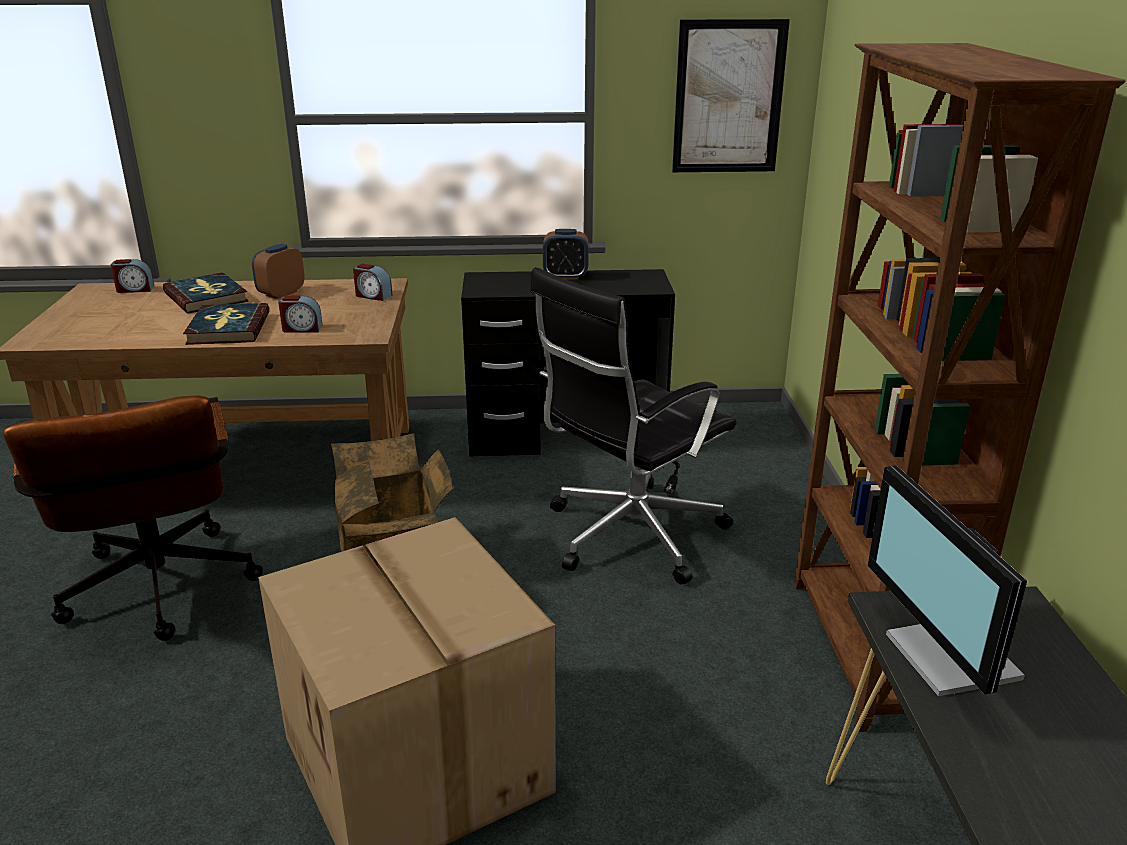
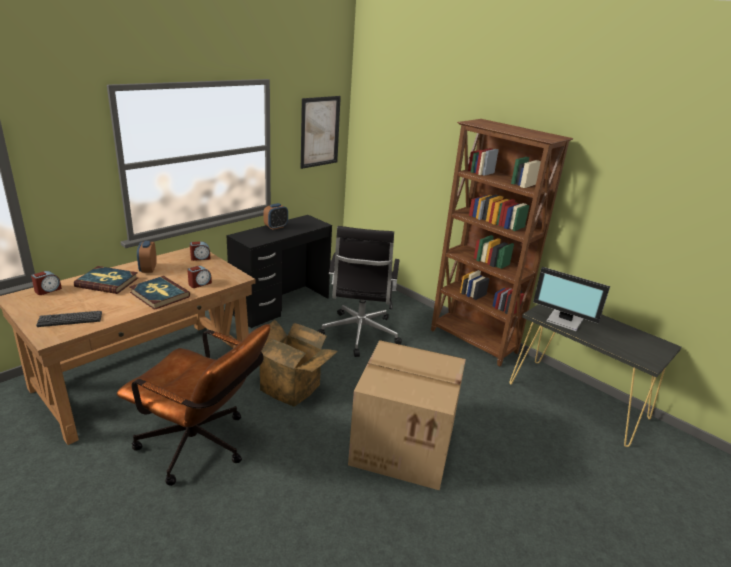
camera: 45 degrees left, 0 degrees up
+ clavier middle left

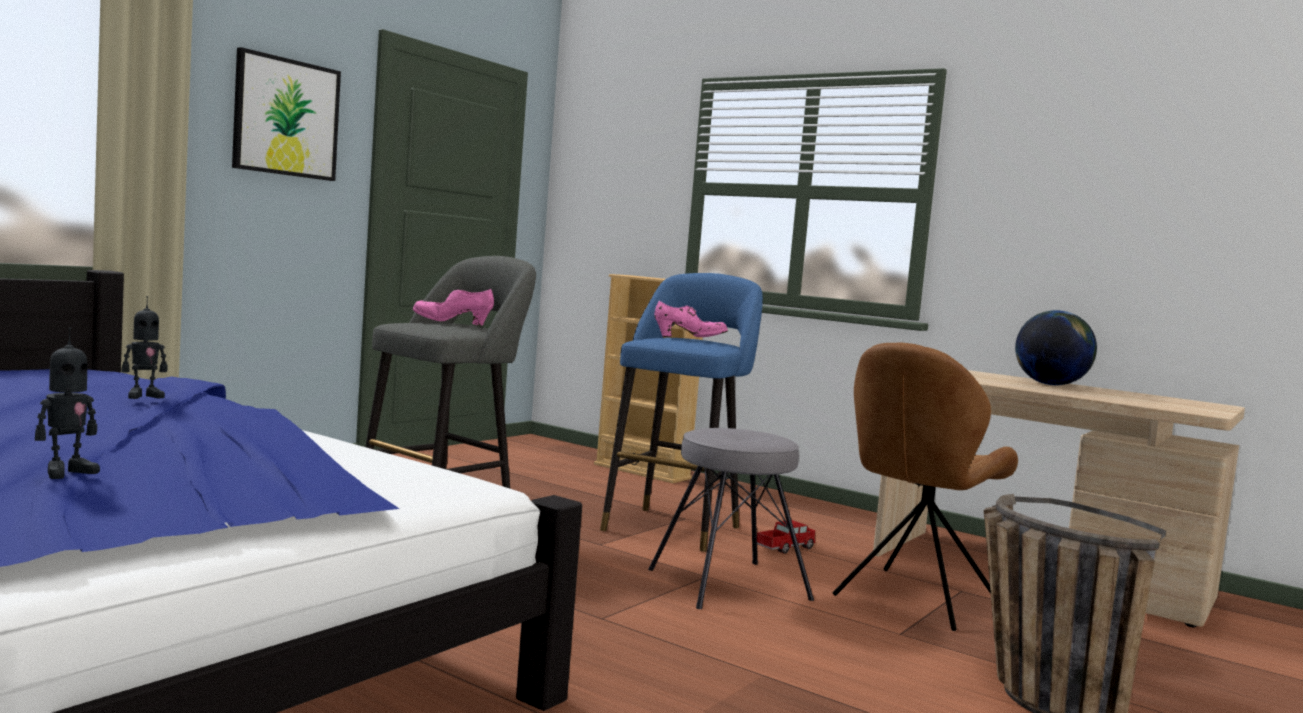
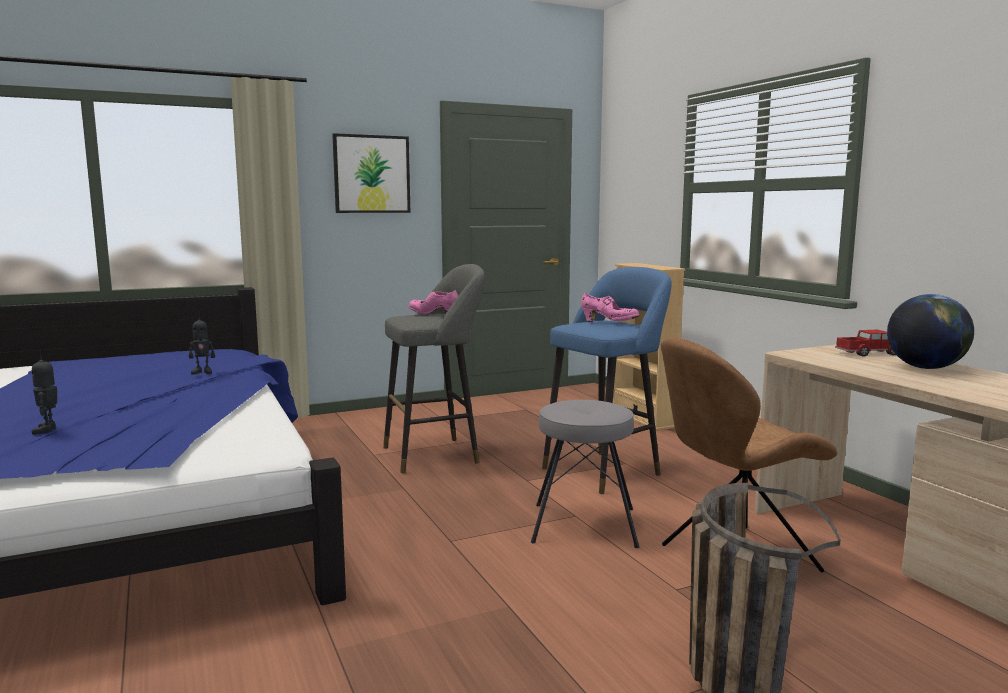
camera: 30 degrees right, 5 degrees up
~ robot jouet (no. 1 from left) middle left = middle left 105 degrees clockwise
~ camion jouet bottom centre to middle right

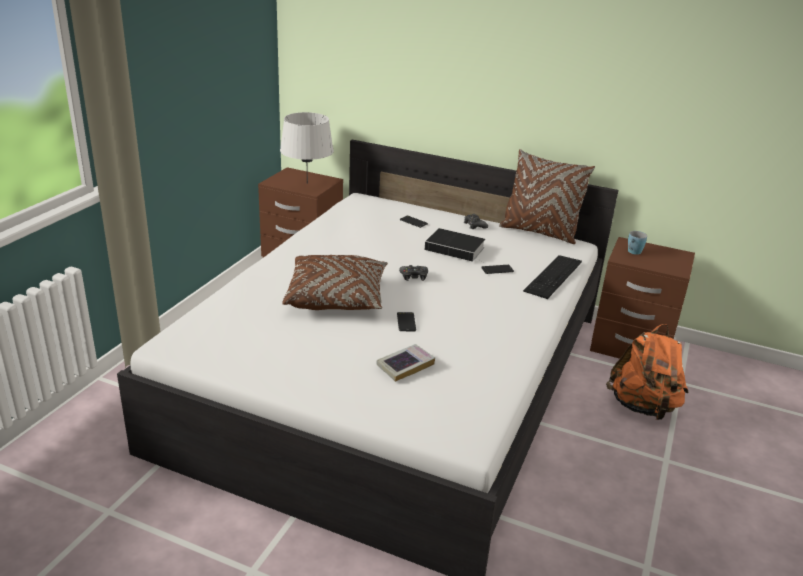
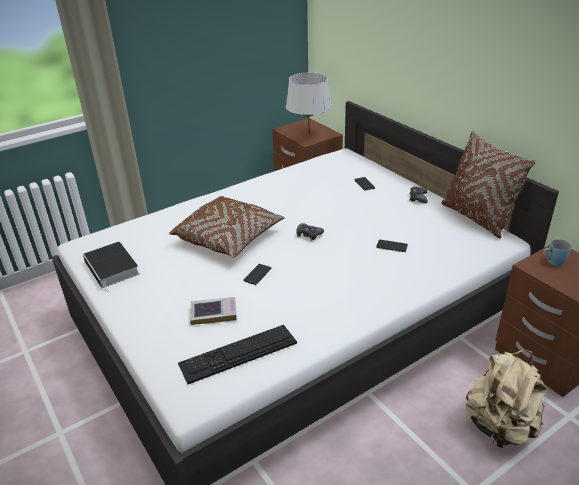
camera: 35 degrees right, 5 degrees up
~ livre (no. 2 from left in the first image) centre to livre (no. 1 from left) middle left
~ clavier middle right to bottom centre
~ sac à dos (orange) middle right to sac à dos (beige) bottom right

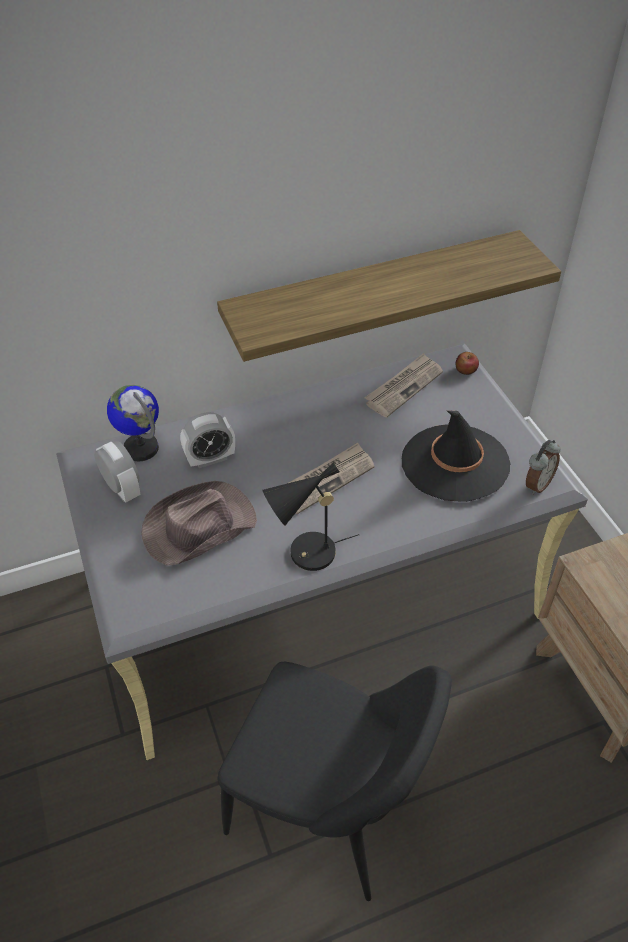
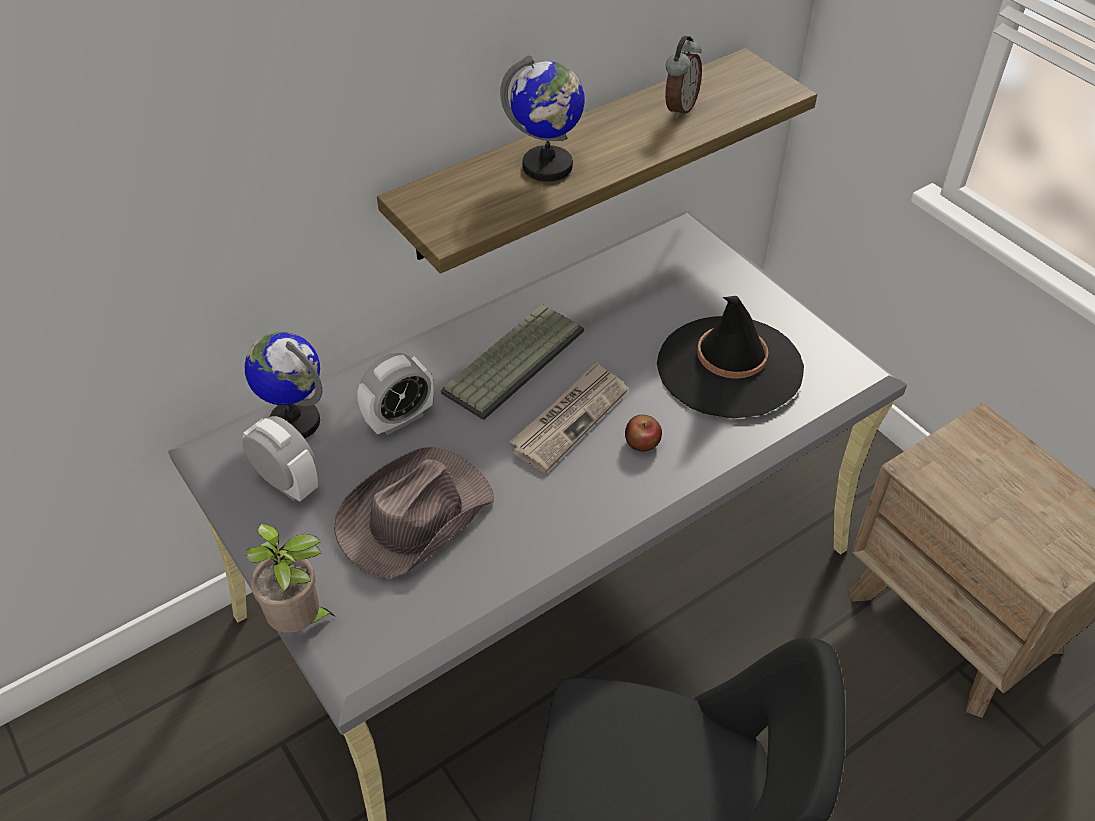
camera: 15 degrees left, 0 degrees up
- lampe de table (noir) centre
- journal (no. 2 from left) centre
~ pomme middle right to centre
~ réveil (no. 3 from left) middle right to top centre
+ plante en pot bottom left
+ clavier centre
+ globe (no. 2 from left) top centre

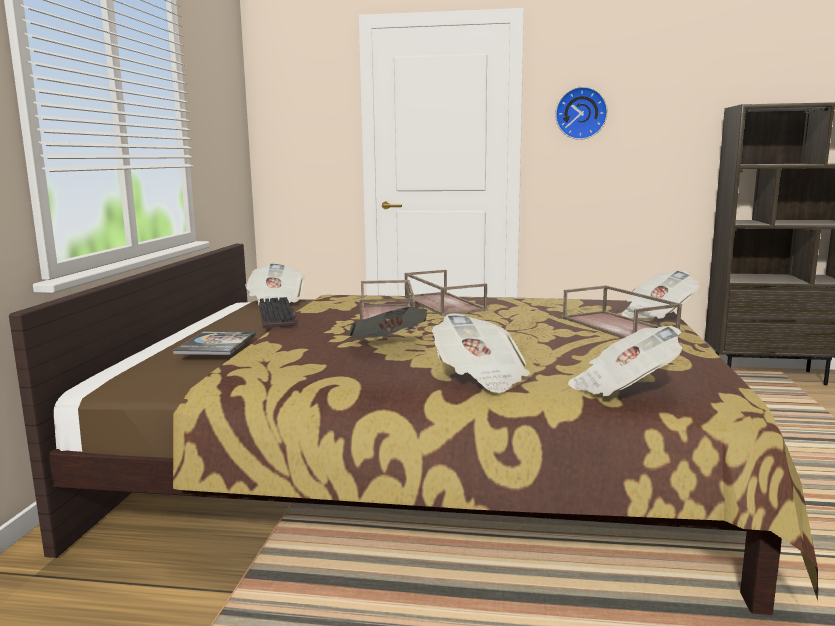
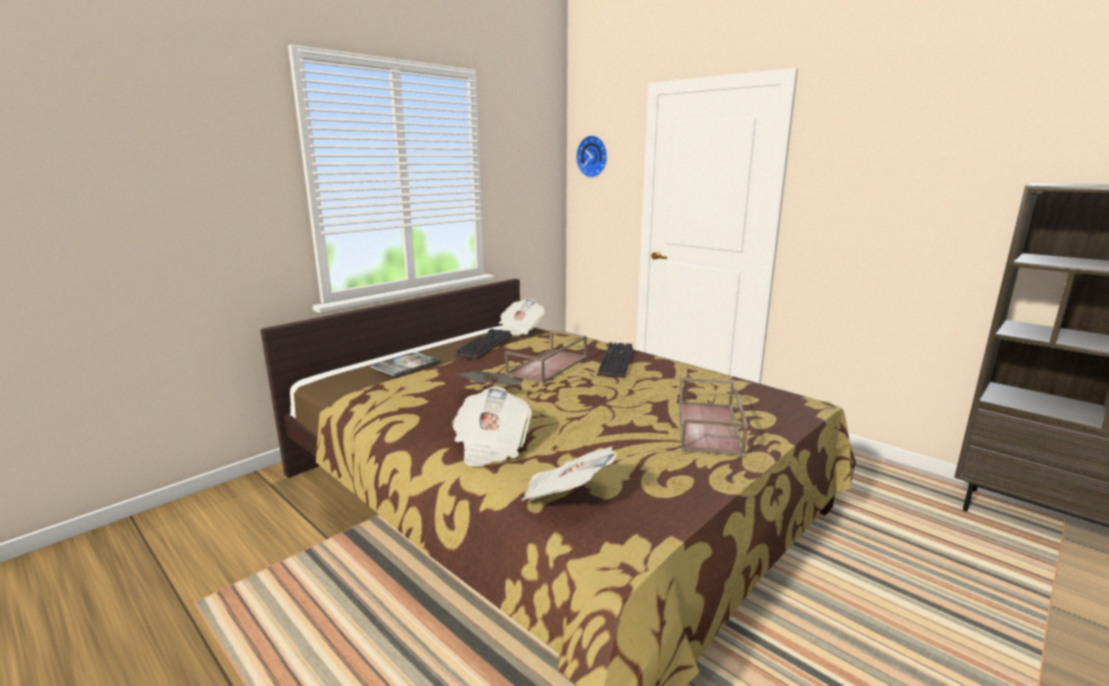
camera: 35 degrees right, 5 degrees up
~ plateau (marron) (no. 2 from left) centre to clavier (no. 2 from left) centre
~ horloge murale top right to top centre
- journal (no. 5 from left) middle right

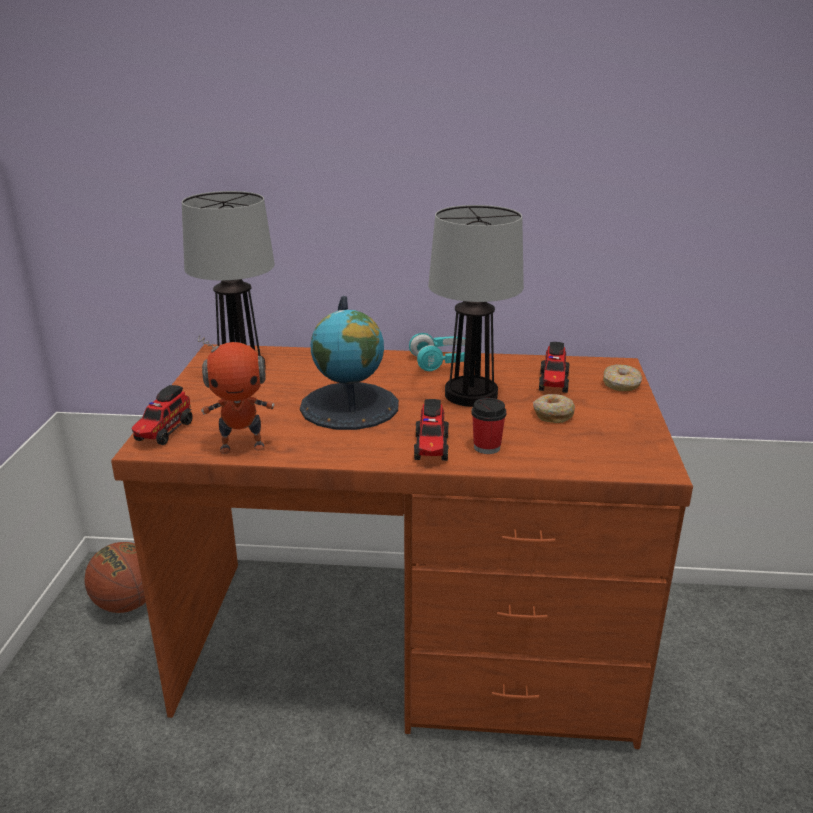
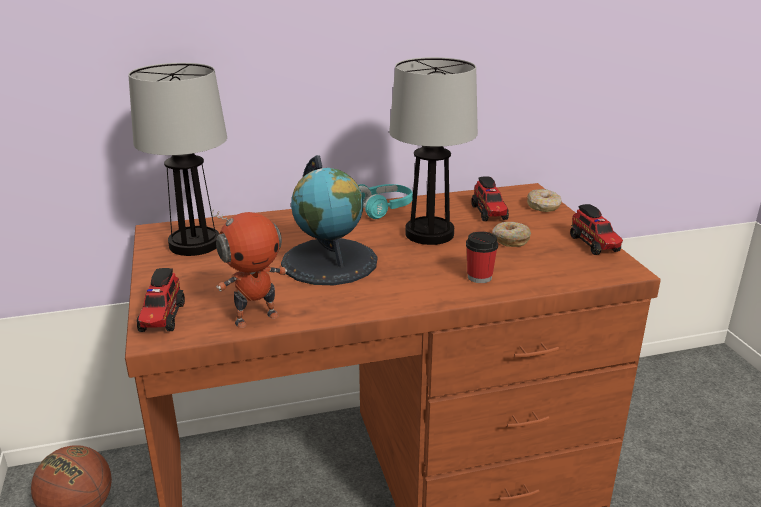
camera: 20 degrees left, 0 degrees up
~ camion jouet (no. 2 from left in the first image) centre to camion jouet (no. 3 from left) middle right

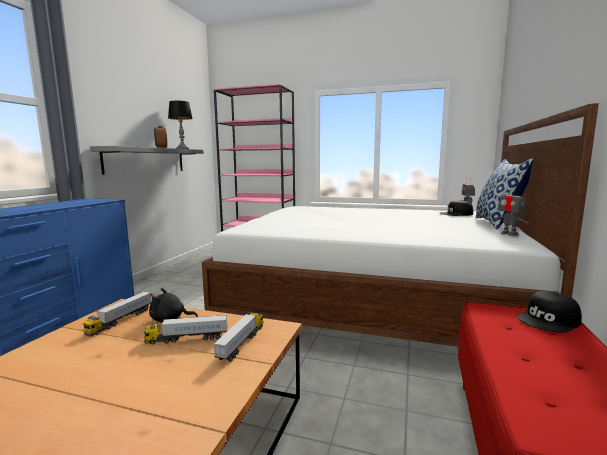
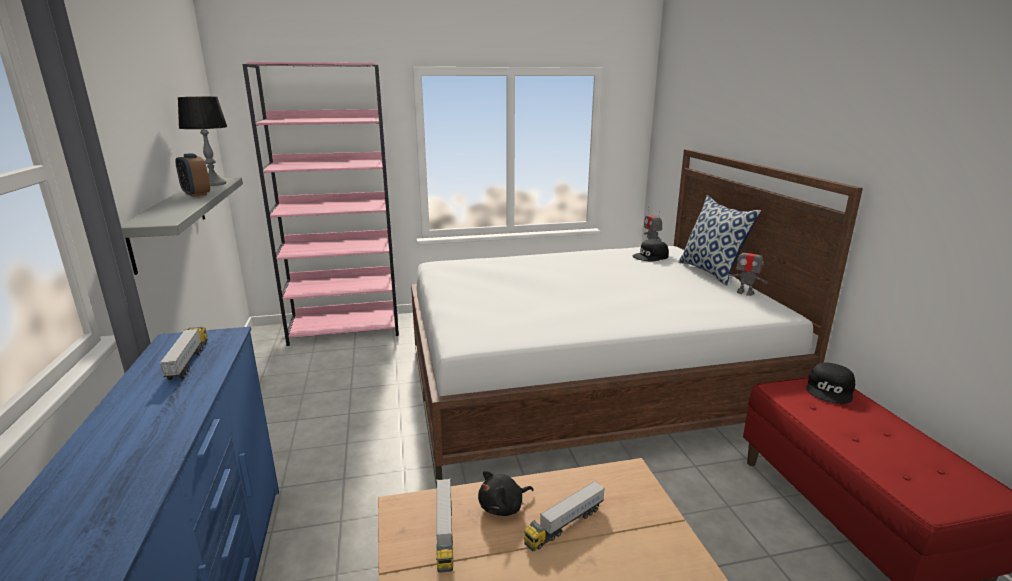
camera: 30 degrees left, 10 degrees up
~ camion jouet (no. 3 from left in the first image) bottom centre to camion jouet (no. 1 from left) middle left

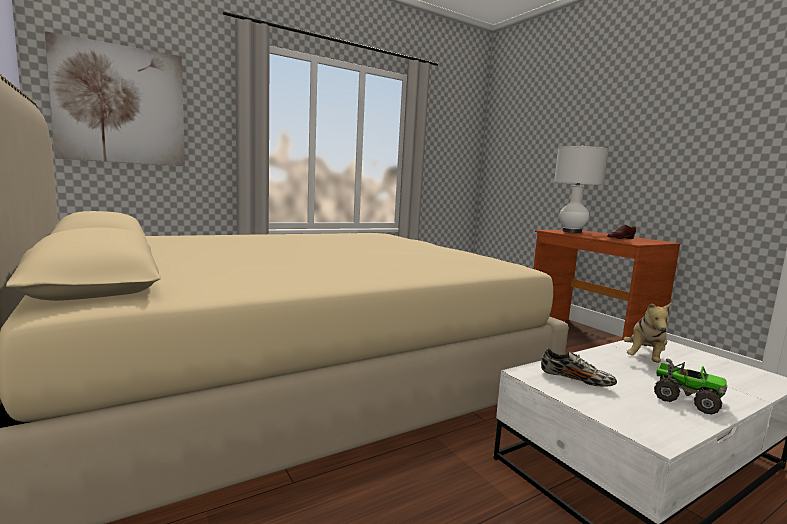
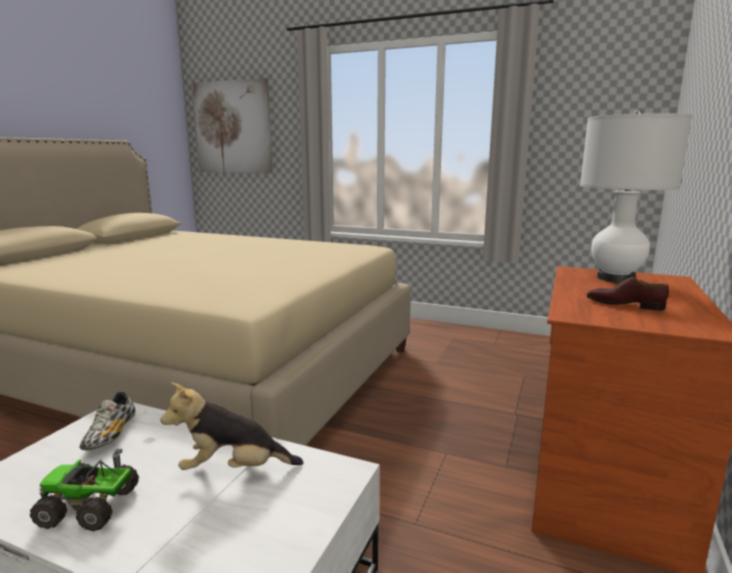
camera: 55 degrees right, 5 degrees up
~ camion jouet bottom right = bottom left 90 degrees clockwise

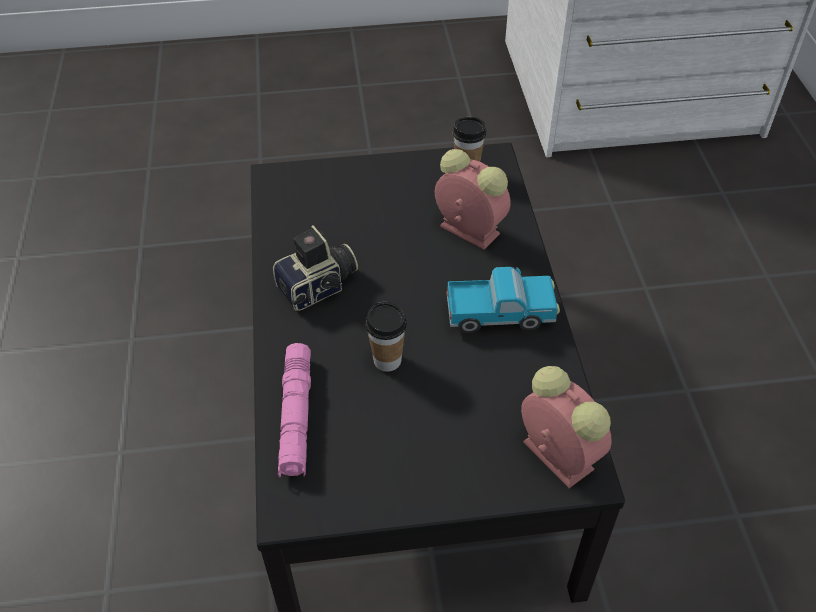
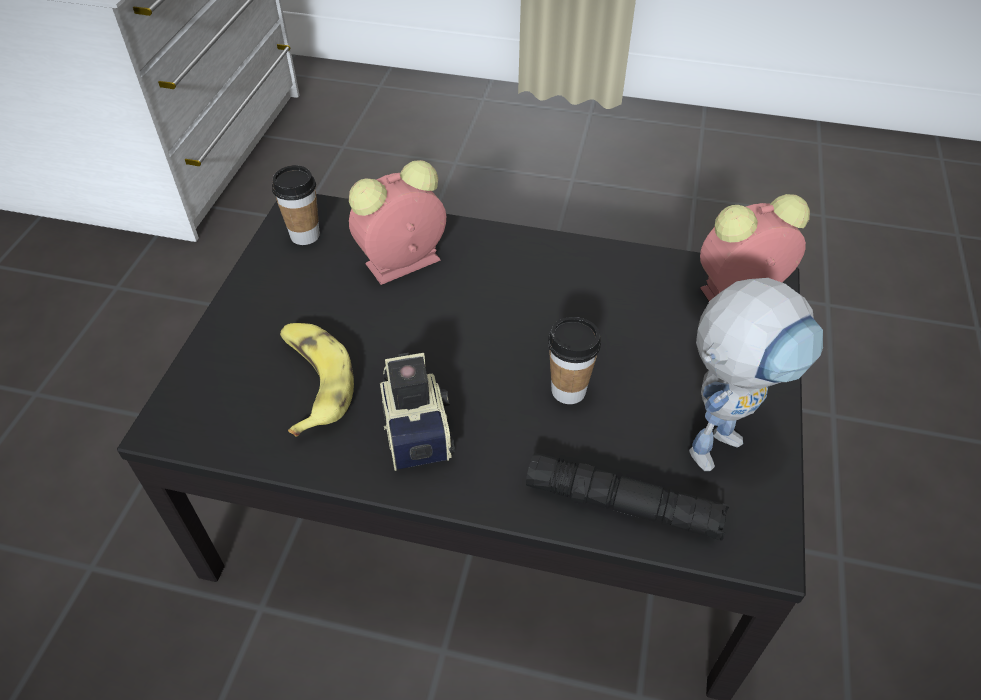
camera: 70 degrees left, 0 degrees up
~ lampe de poche (rose) bottom centre to lampe de poche (noir) bottom centre
- camion jouet centre
+ banane middle left
+ robot jouet middle right

